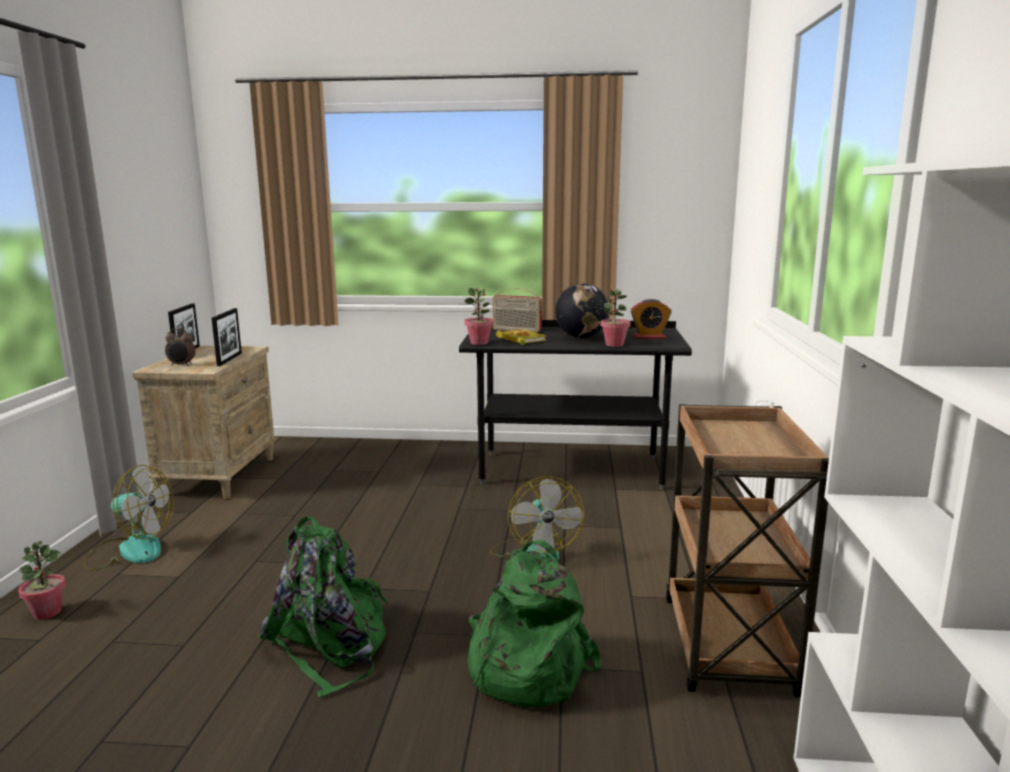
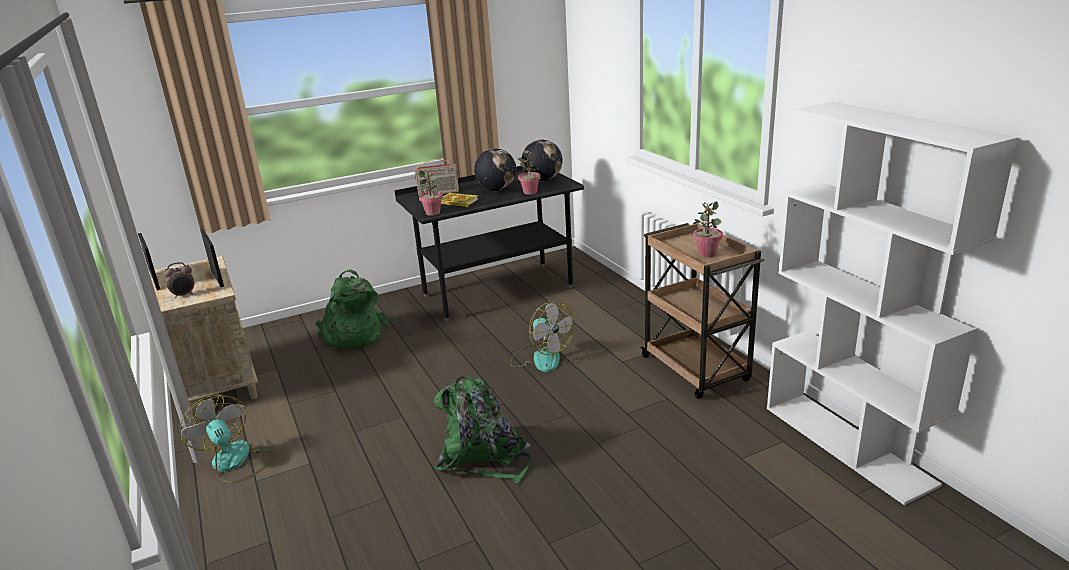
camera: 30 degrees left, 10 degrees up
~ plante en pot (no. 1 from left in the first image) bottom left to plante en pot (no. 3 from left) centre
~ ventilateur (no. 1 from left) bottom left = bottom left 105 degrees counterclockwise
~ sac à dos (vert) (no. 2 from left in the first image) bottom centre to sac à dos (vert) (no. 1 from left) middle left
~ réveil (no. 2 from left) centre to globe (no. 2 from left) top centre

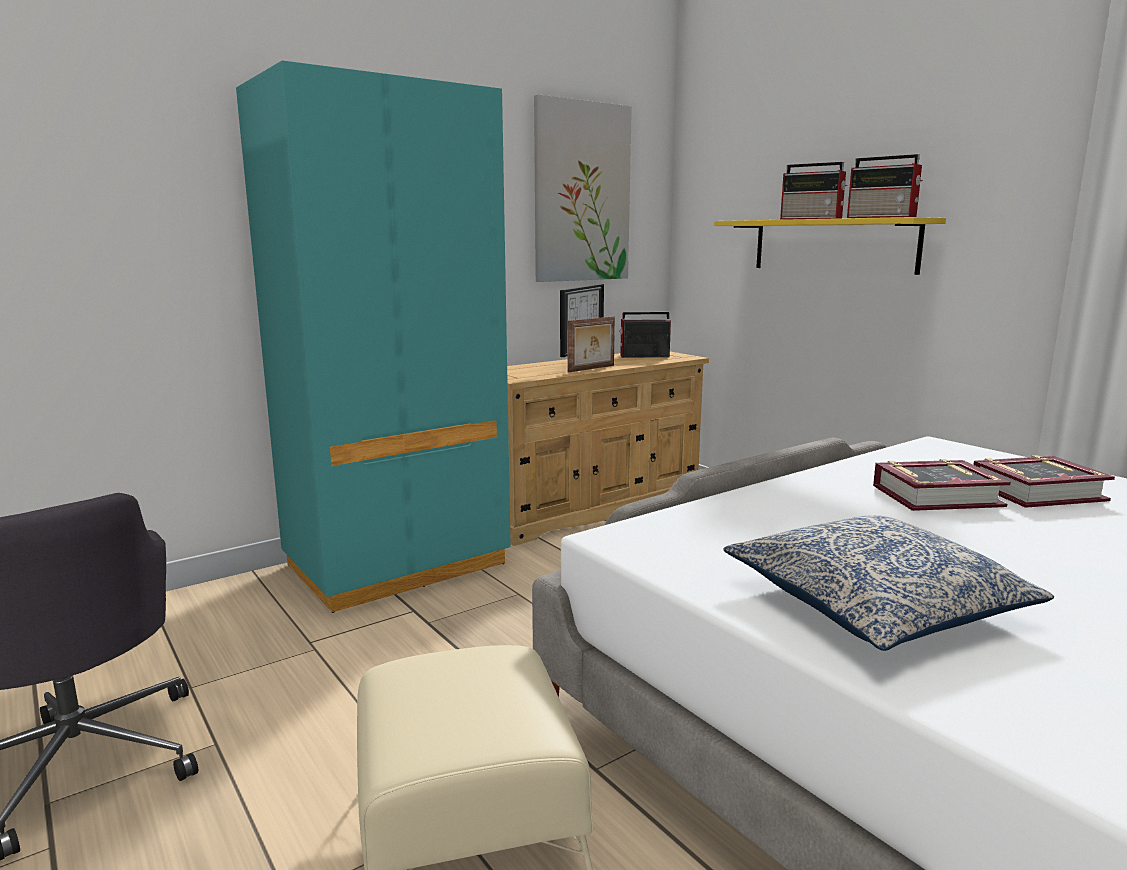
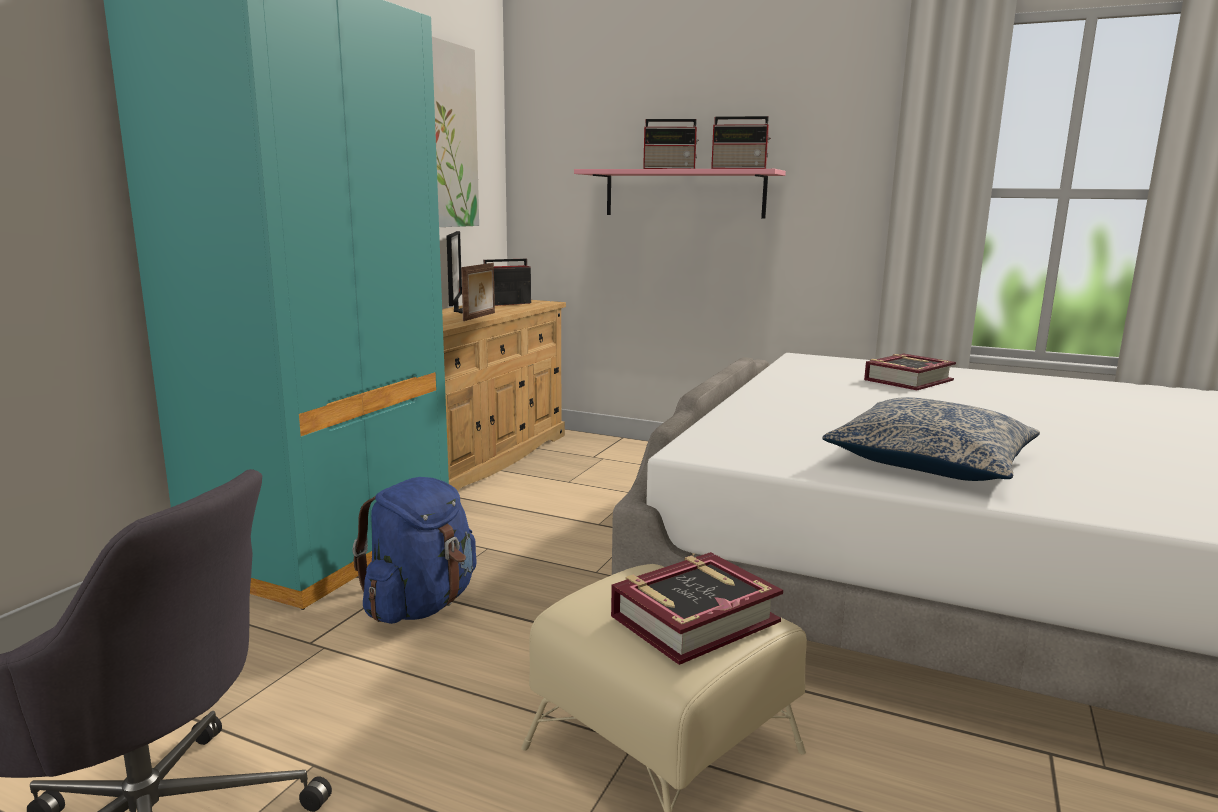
camera: 30 degrees left, 0 degrees up
~ étagère (jaune) top right to étagère (rose) top centre
~ livre (no. 1 from left) middle right to bottom centre
+ sac à dos (bleu) bottom centre

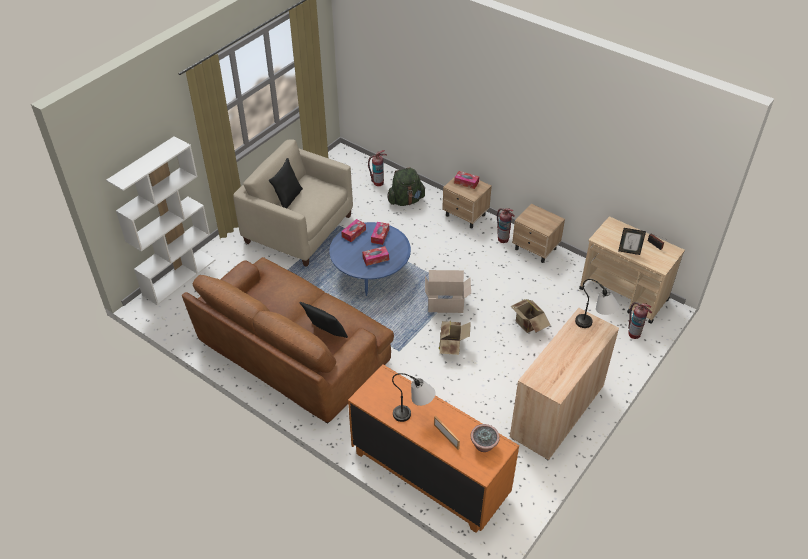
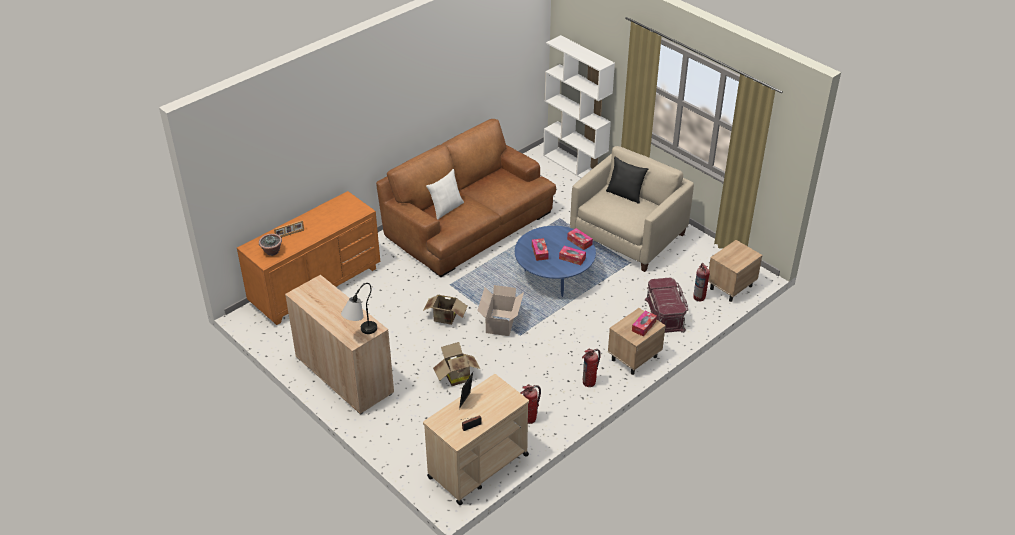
camera: 100 degrees right, 5 degrees down
~ coussin (noir) (no. 2 from left) centre to coussin (blanc) centre
~ sac à dos (vert) top centre to boîte de rangement (rouge) centre
- lampe de table (no. 1 from left) bottom centre
~ table de chevet (beige) (no. 2 from left) centre to middle right
~ extincteur (no. 3 from left in the first image) middle right to extincteur (no. 1 from left) bottom centre

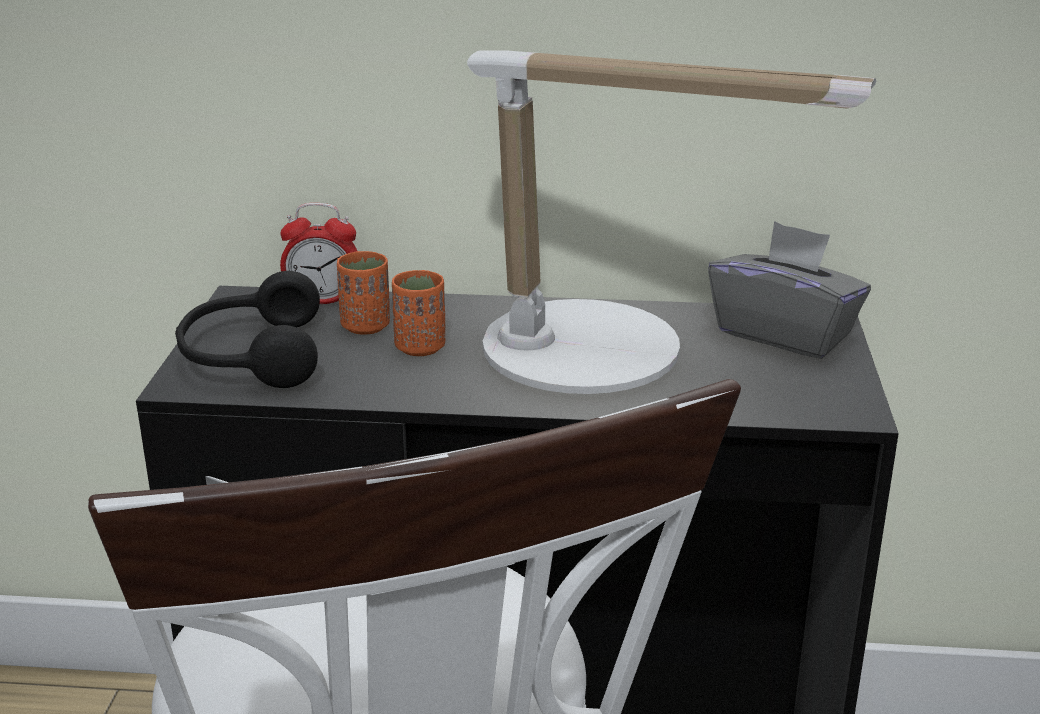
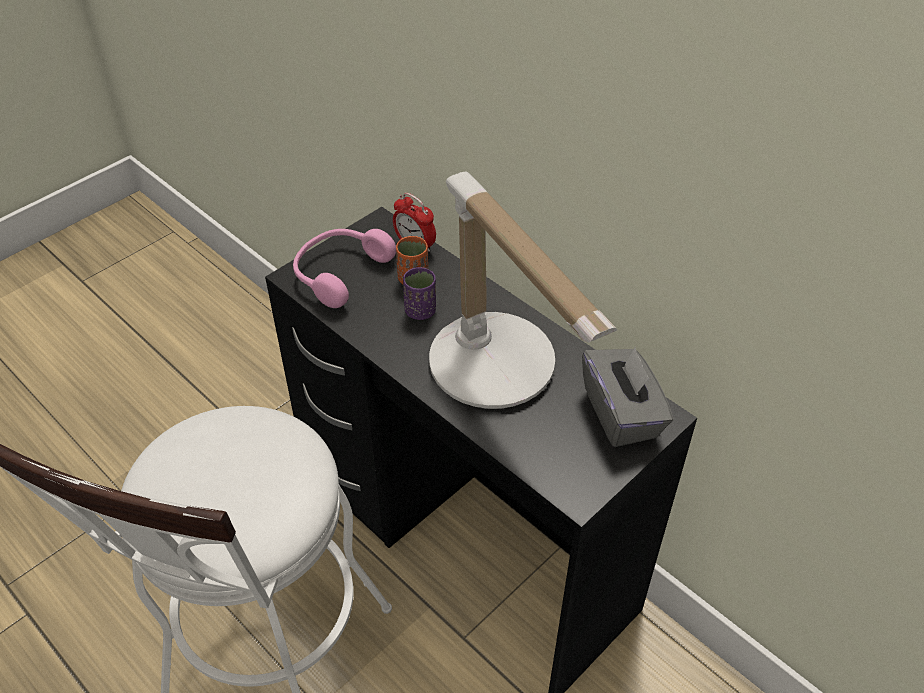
camera: 40 degrees right, 20 degrees up
~ casque audio (noir) middle left to casque audio (rose) centre
~ tasse (orange) (no. 2 from left) centre to tasse (violet) centre

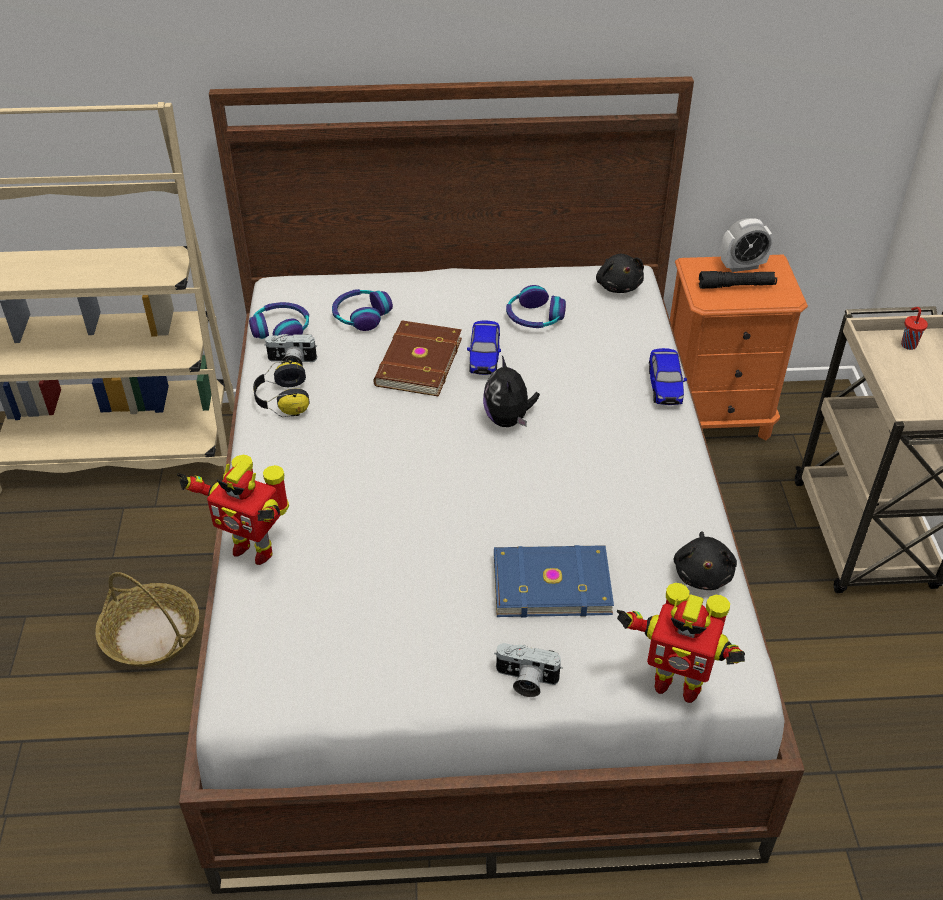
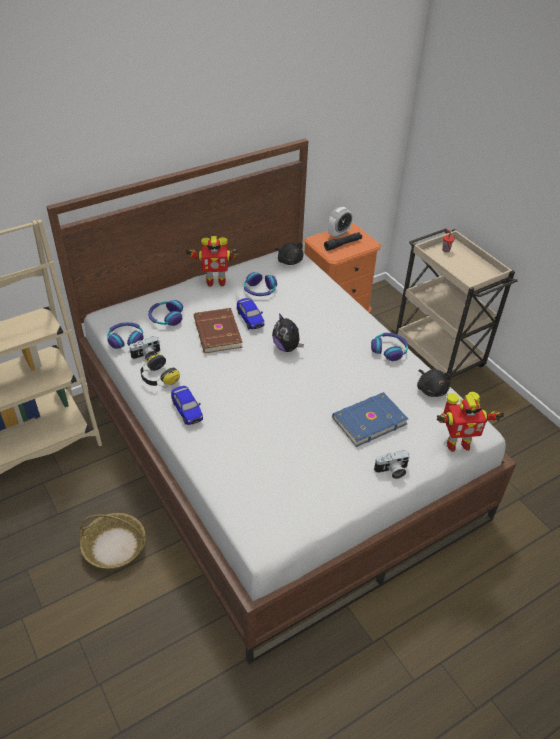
camera: 30 degrees left, 0 degrees up
~ robot jouet (no. 1 from left) middle left to centre
~ petite voiture (no. 2 from left in the first image) middle right to petite voiture (no. 1 from left) centre
+ casque audio (no. 5 from left) middle right

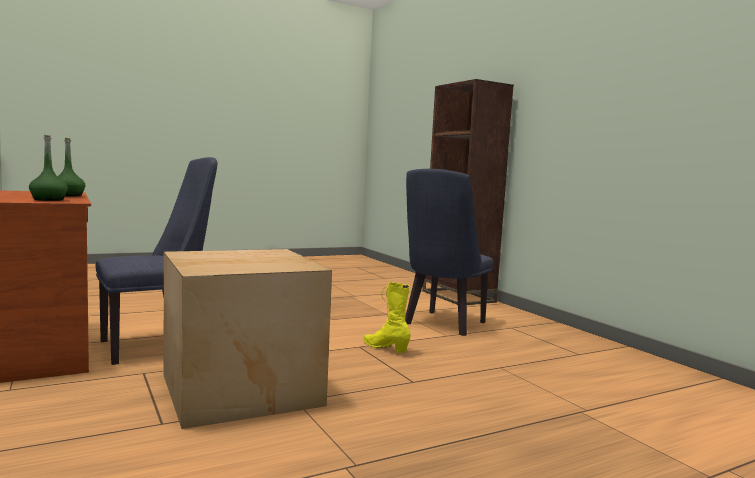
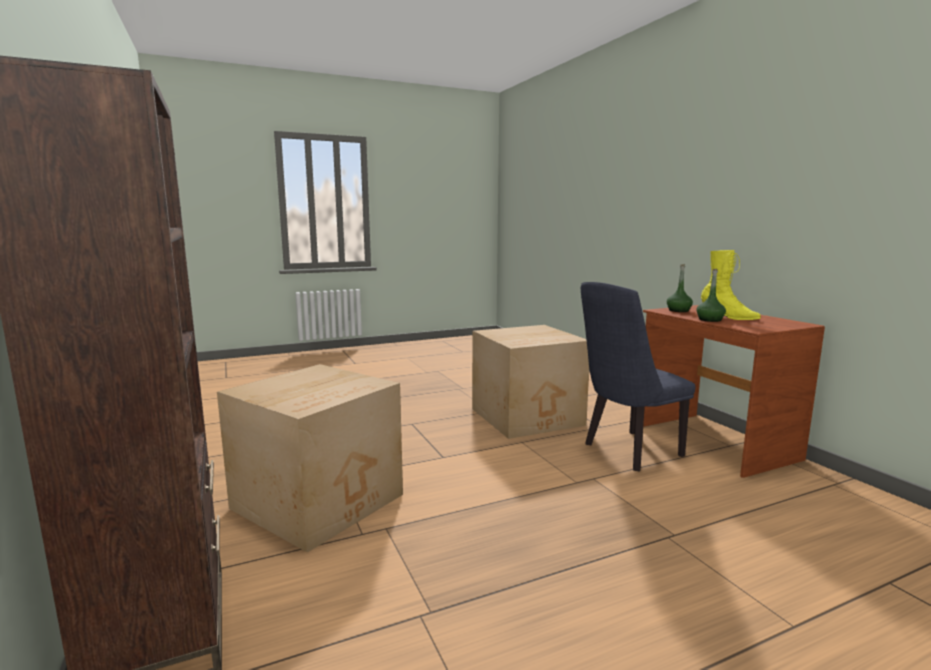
camera: 175 degrees left, 5 degrees up
~ botte (jaune) centre to middle right
~ chaise (bleu) (no. 2 from left) centre to carton (no. 1 from left) bottom left

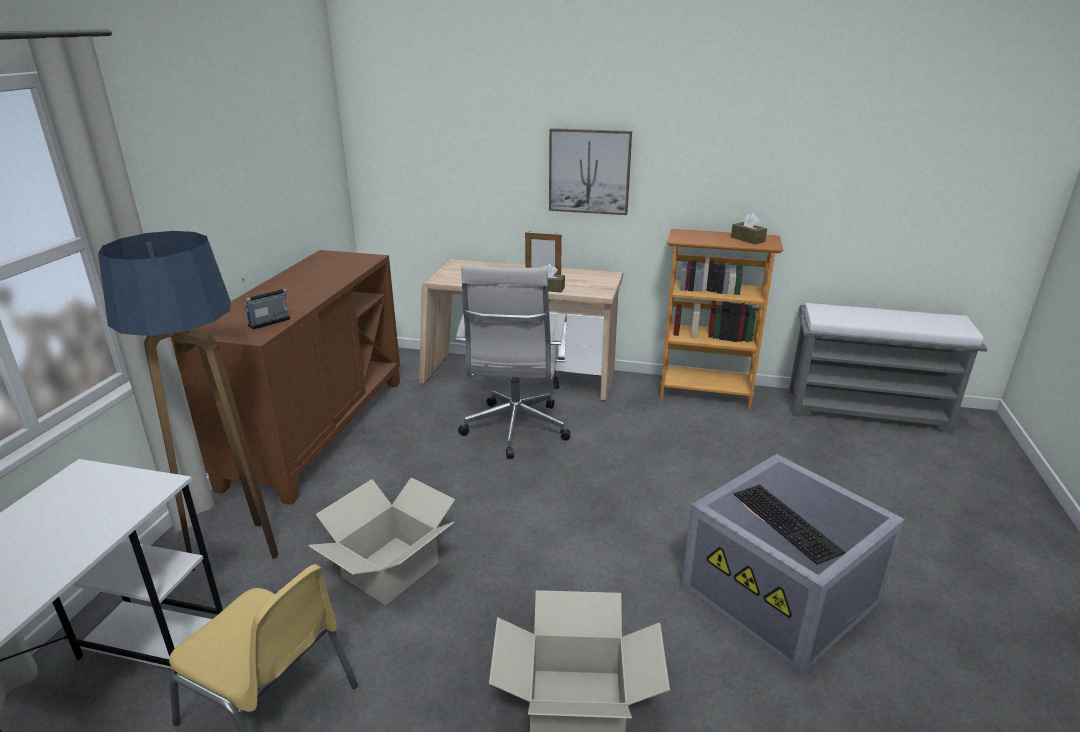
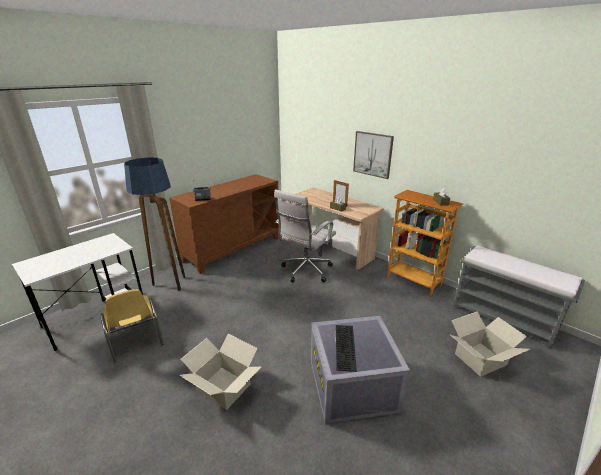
camera: 30 degrees right, 0 degrees up
~ carton (no. 1 from left in the first image) bottom centre to carton (no. 2 from left) bottom right

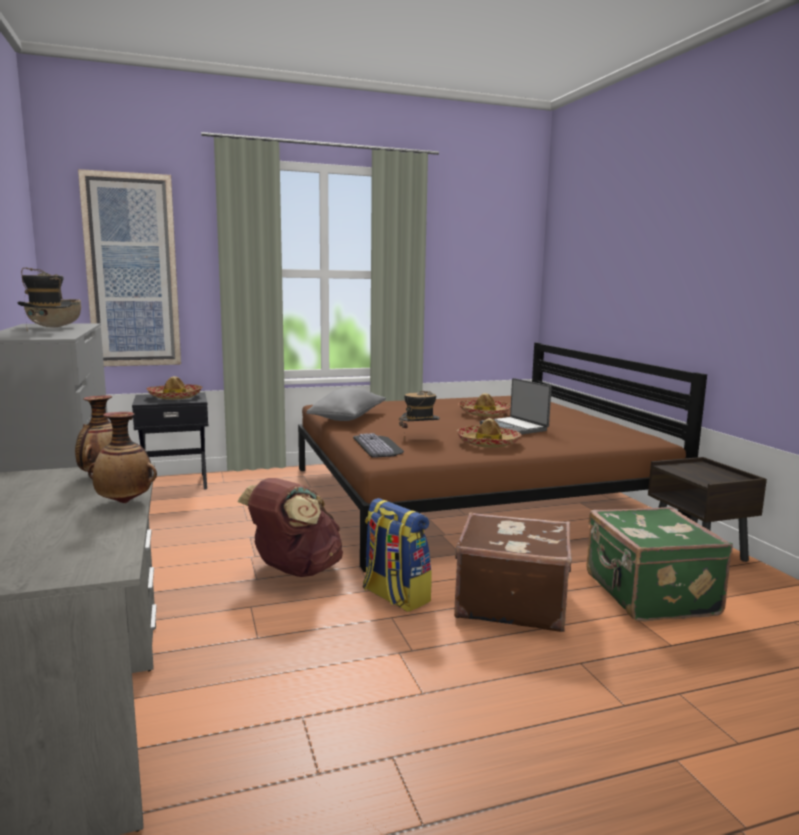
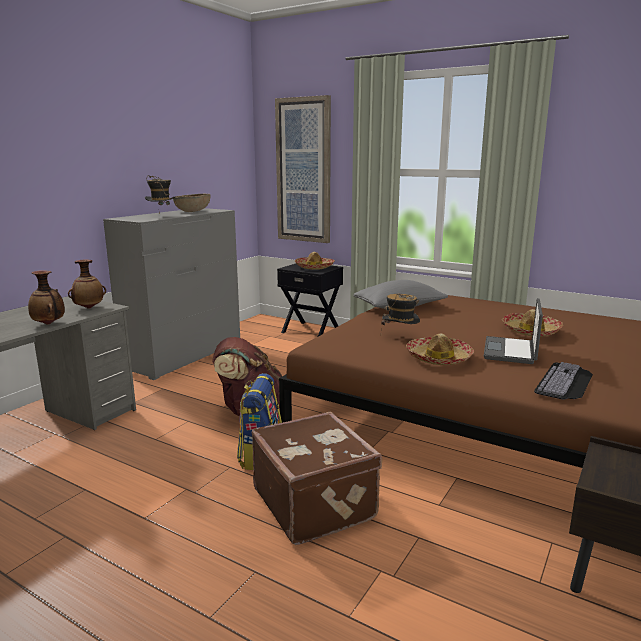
camera: 50 degrees right, 5 degrees up
~ clavier centre to middle right
- valise (vert) bottom right

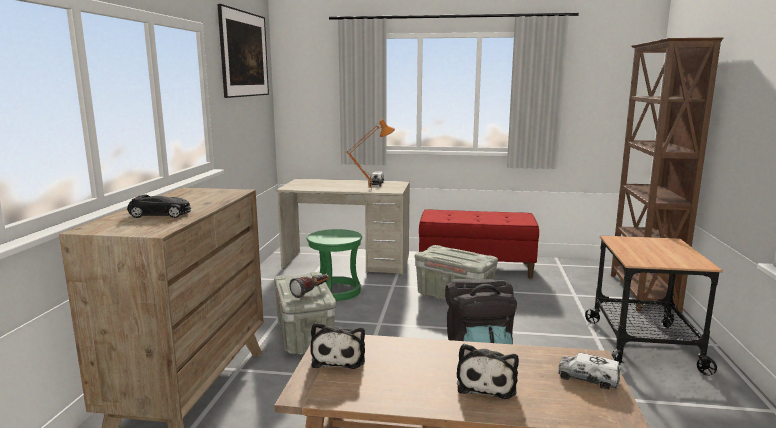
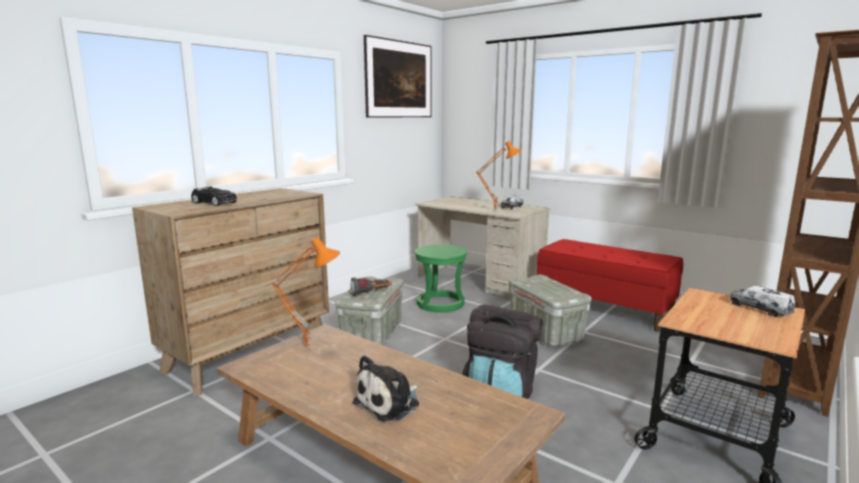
camera: 30 degrees right, 0 degrees up
~ peluche (no. 1 from left) bottom centre to lampe de table (orange) (no. 1 from left) centre
~ camion jouet (no. 2 from left) bottom right to middle right

